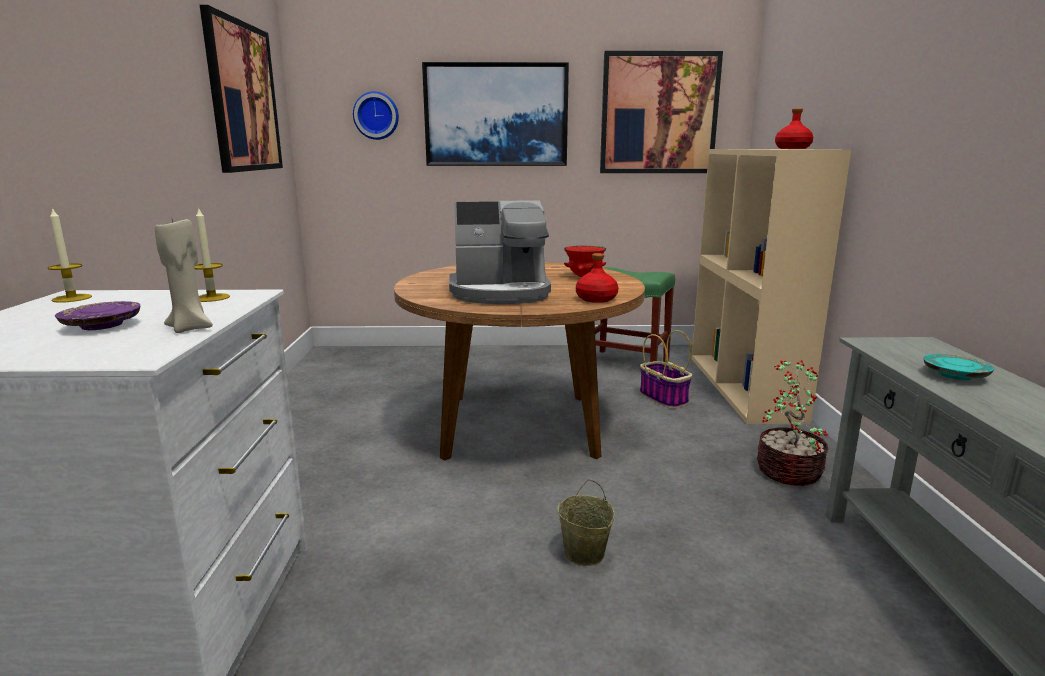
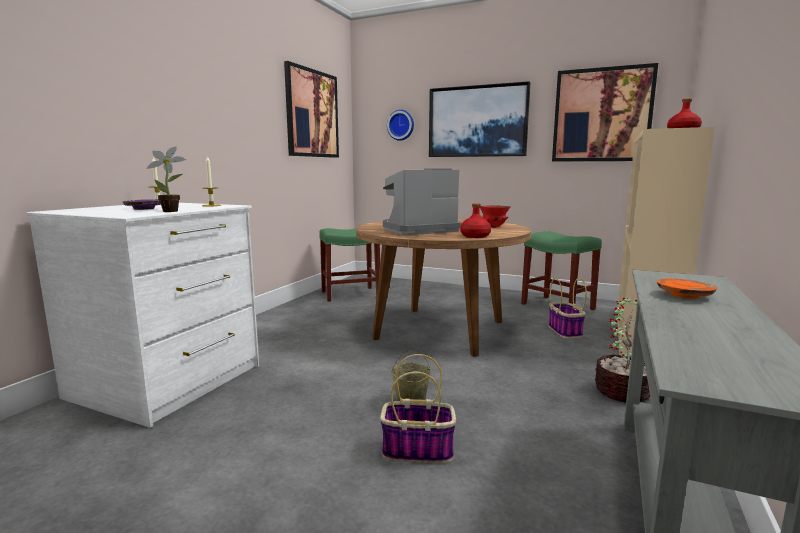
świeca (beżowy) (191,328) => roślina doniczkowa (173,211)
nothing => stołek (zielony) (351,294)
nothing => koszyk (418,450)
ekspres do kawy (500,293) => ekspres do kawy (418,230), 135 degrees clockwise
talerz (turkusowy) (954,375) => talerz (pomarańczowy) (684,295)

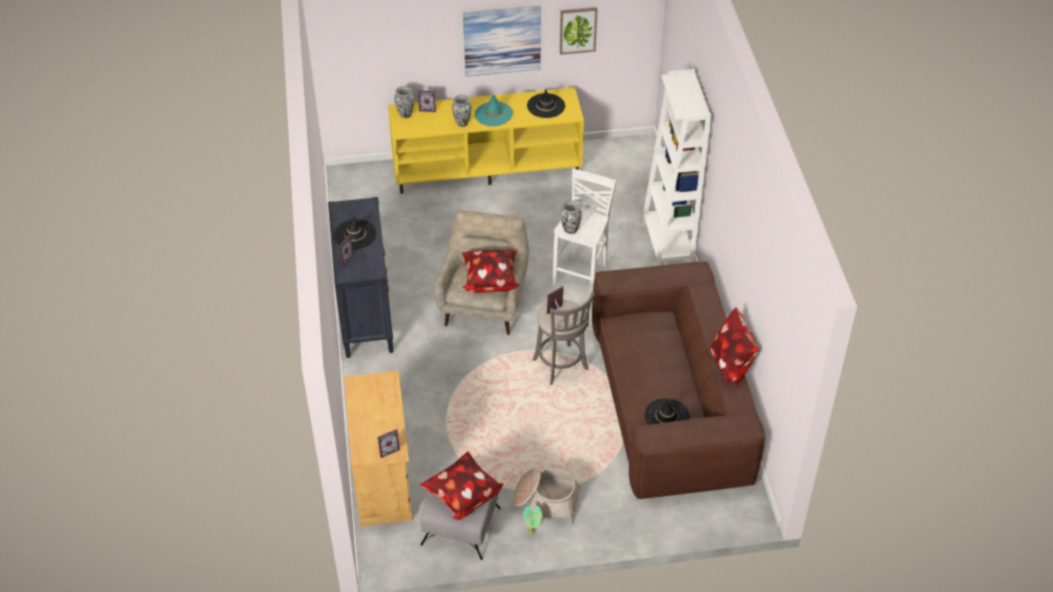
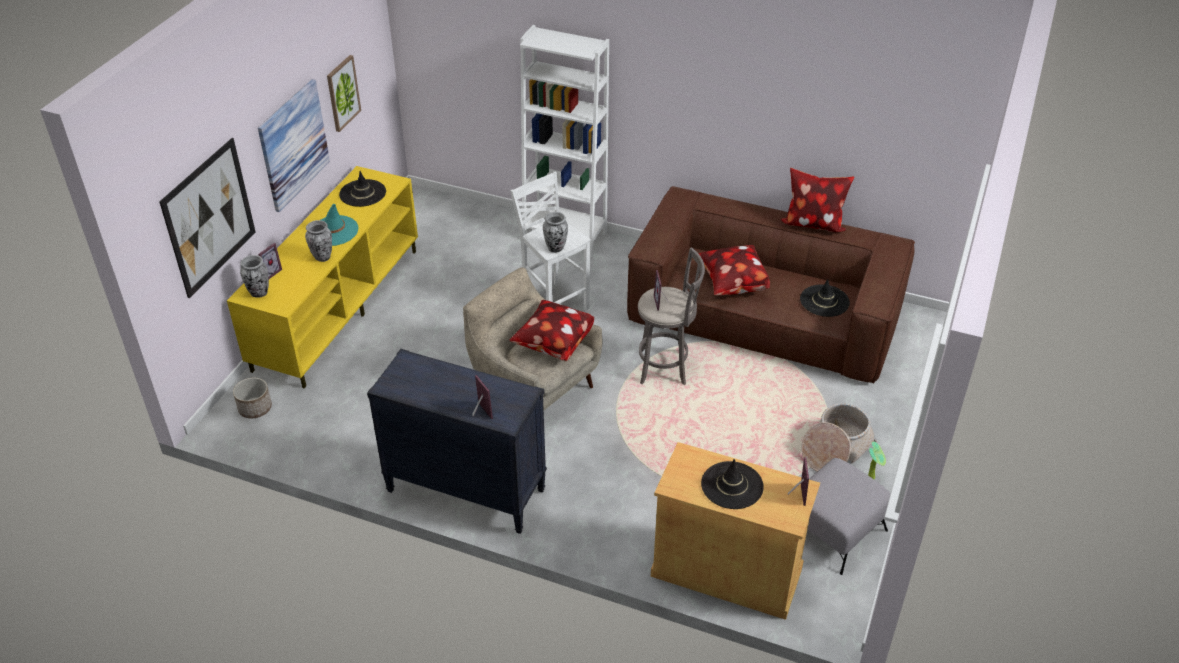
nothing => obraz (209,217)
nothing => donica (255,408)
poduszka (462,496) => poduszka (731,285), relocated
kapelusz (czarny) (354,235) => kapelusz (czarny) (732,485), relocated

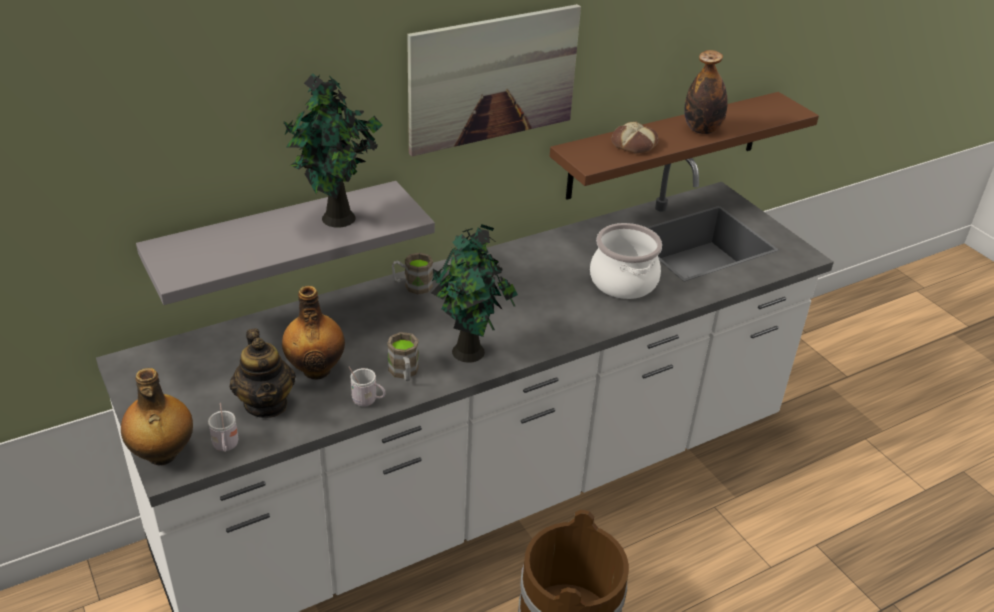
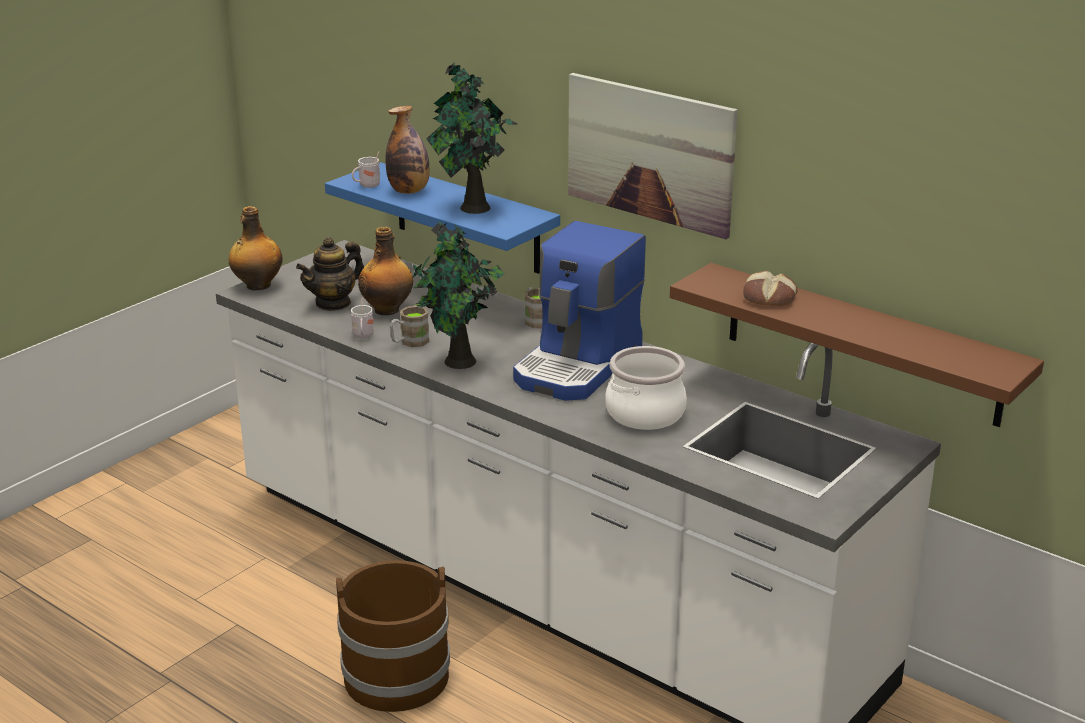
półka (szary) (276,241) => półka (niebieski) (467,218)
kubek (biały) (226,447) => kubek (biały) (367,186), relocated
butelka (702,129) => butelka (409,191), relocated
nothing => ekspres do kawy (579,365)

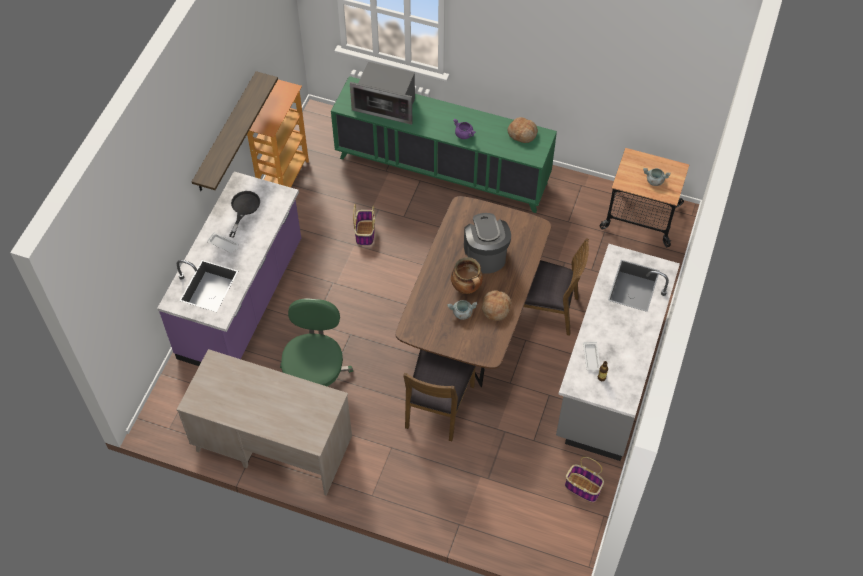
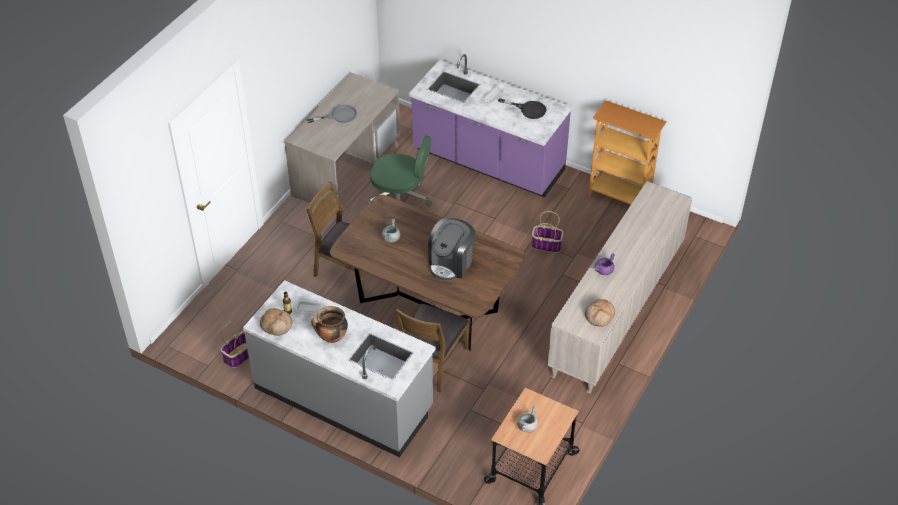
chleb (495,308) => chleb (276,325), relocated
nothing => patelnia (szary) (339,116)
garnek (467,288) => garnek (331,337), relocated
ekspres do kawy (485,254) => ekspres do kawy (451,263), 120 degrees clockwise
szafka (zielony) (442,170) => szafka (beżowy) (617,311)
półka (226,133) => nothing
mikrofalówka (387,105) => nothing

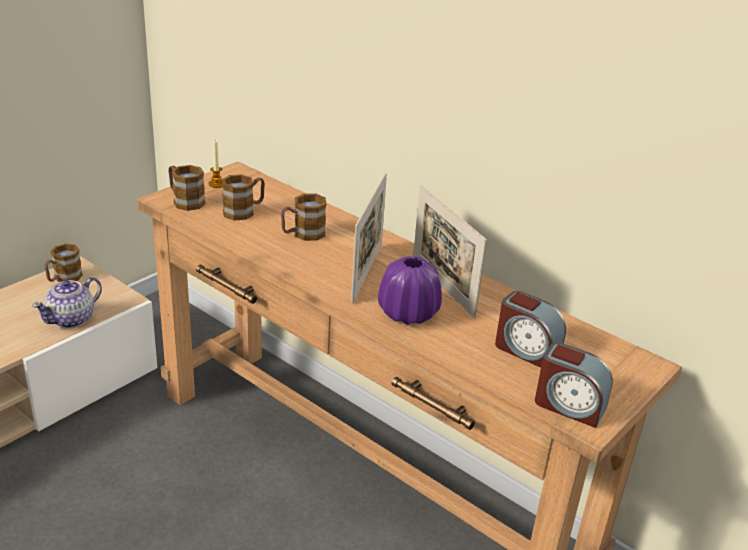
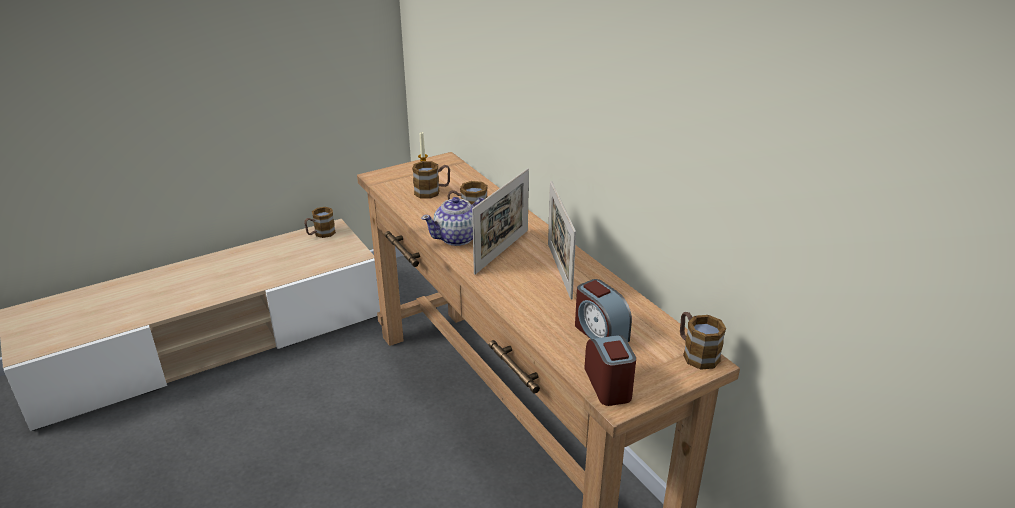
imbryk (72,319) => imbryk (458,238), relocated
budzik (569,406) => budzik (609,385), 150 degrees counterclockwise
kubek (185,201) => kubek (696,353), relocated
wazon (fioletowy) (408,313) => nothing

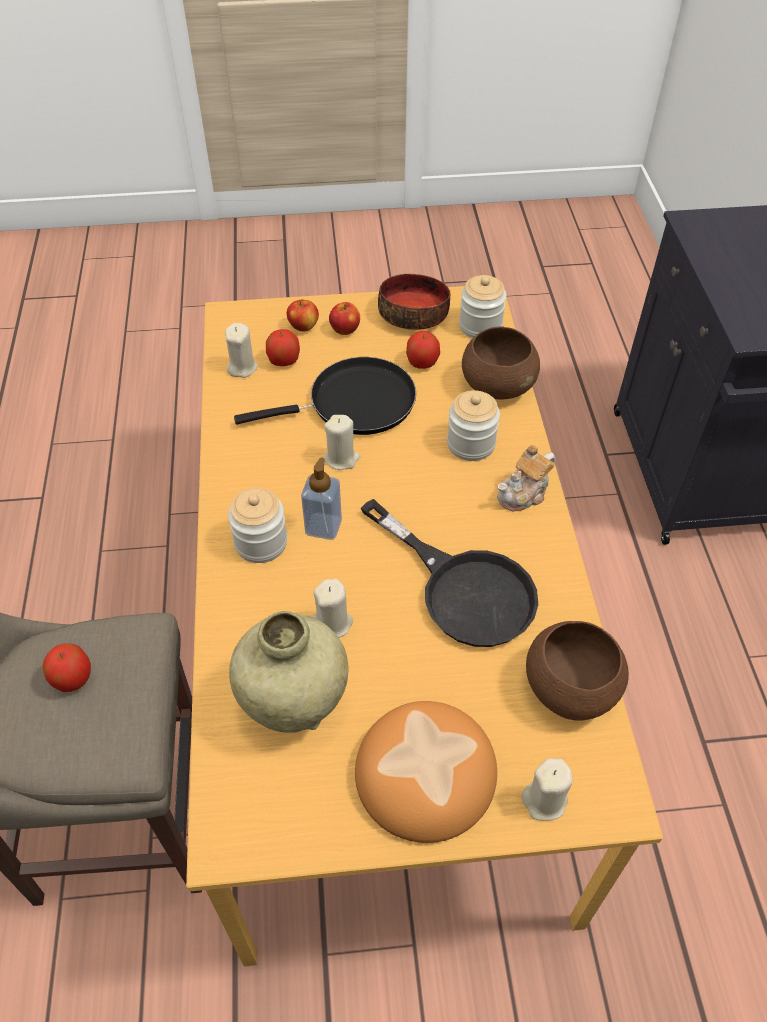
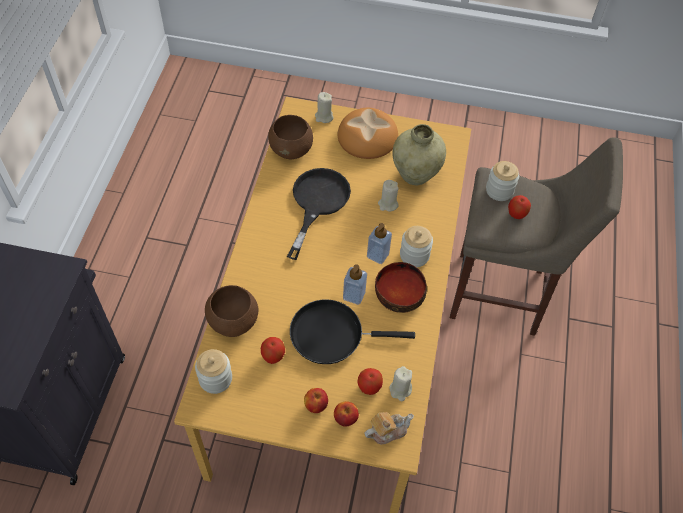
patelnia (czarny) (463,588) => patelnia (czarny) (317,203), 45 degrees clockwise
świeca (beżowy) (341,458) => dozownik mydła (354,295)
imbryk (524,493) => imbryk (387,431), relocated
miska (414,314) => miska (399,293), relocated
słoik (471,444) => słoik (499,190), relocated

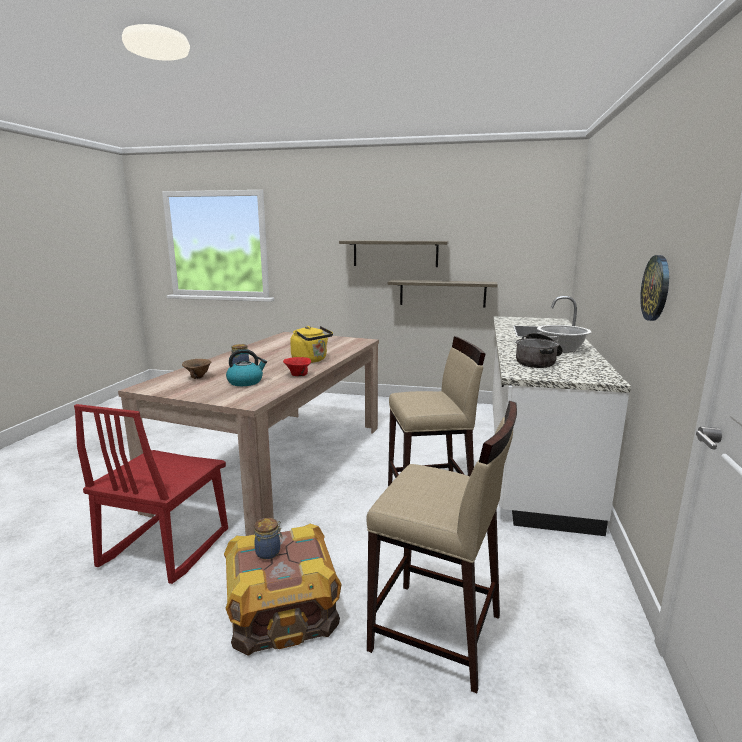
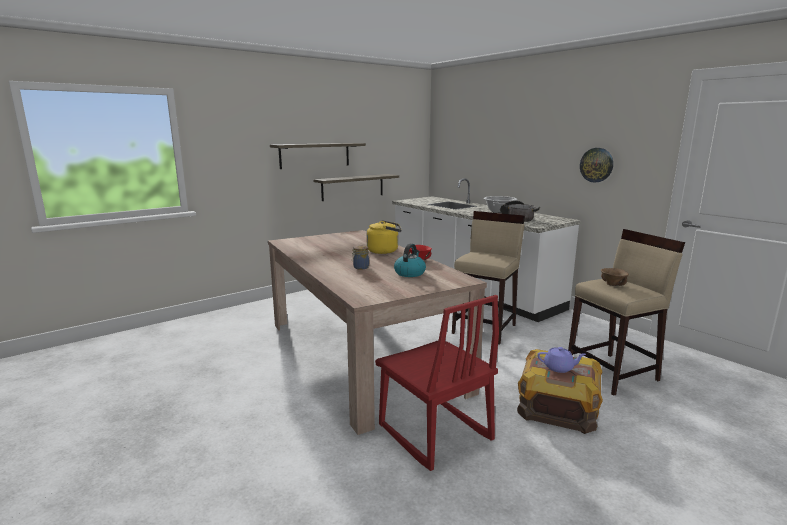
słoik (269,552) => imbryk (fioletowy) (559,368)
miska (brązowy) (198,377) => miska (brązowy) (612,284), relocated

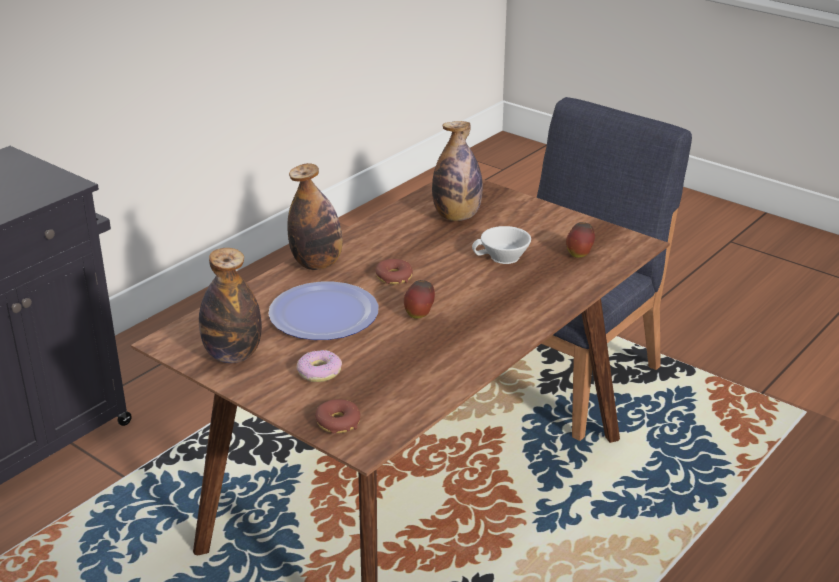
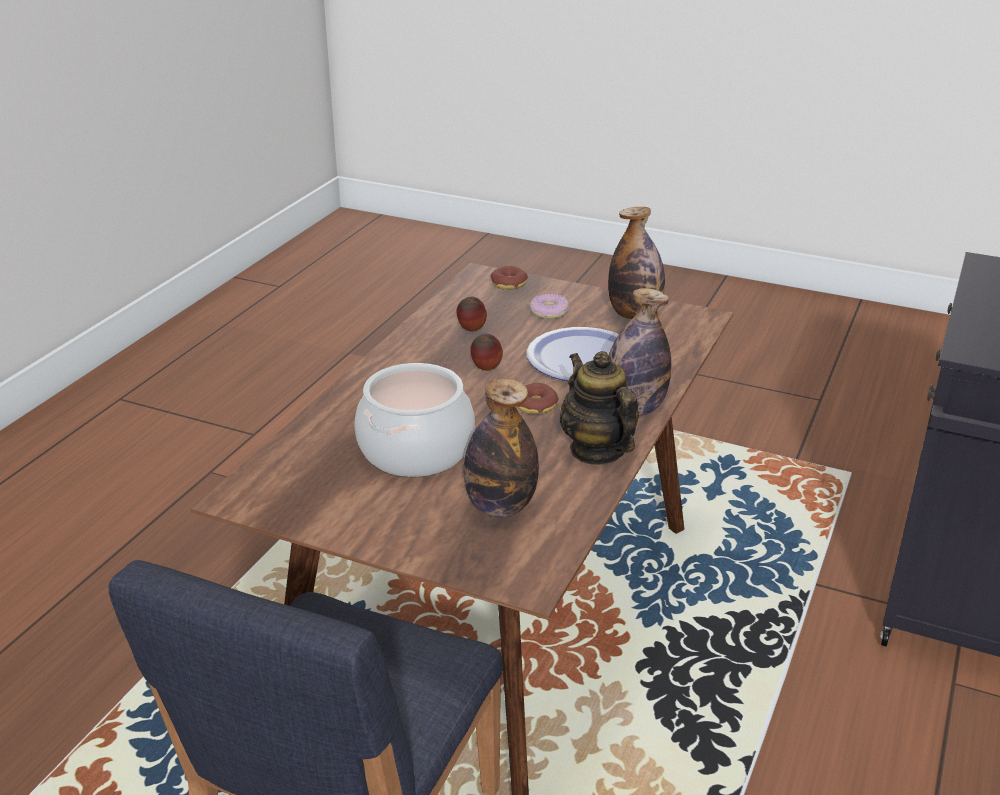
filiżanka (biały) (503,257) => garnek (416,449)
jabłko (579,255) => jabłko (471,331), relocated
nothing => imbryk (597,450)

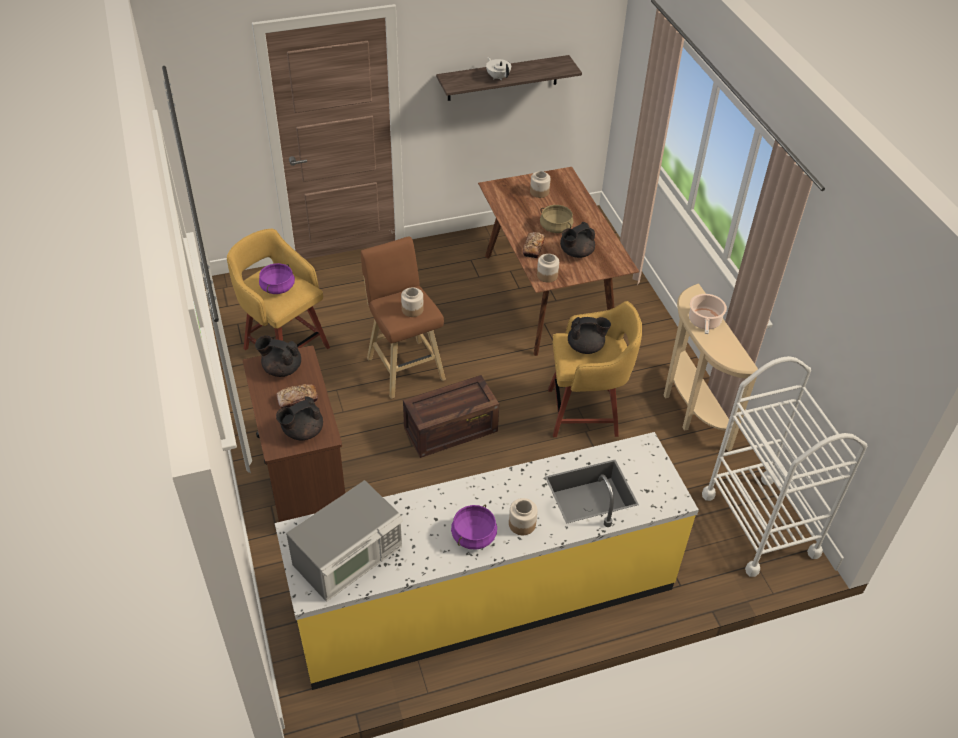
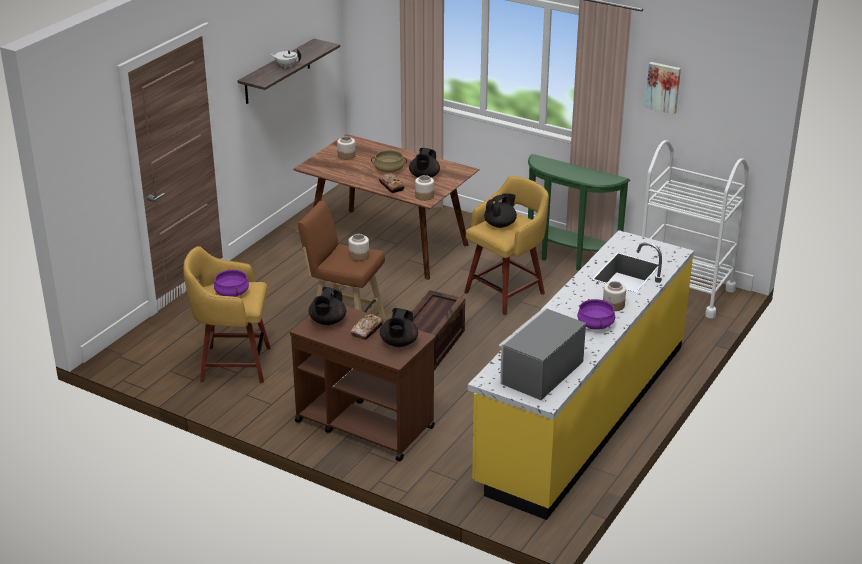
imbryk (czarny) (281,368) => imbryk (czarny) (327,321), 45 degrees counterclockwise
mikrofalówka (349,556) => mikrofalówka (540,372), 150 degrees counterclockwise
stolik konsolowy (beżowy) (690,410) => stolik konsolowy (zielony) (567,258)
nothing => obraz (663,87)
garnek (704,322) => nothing

